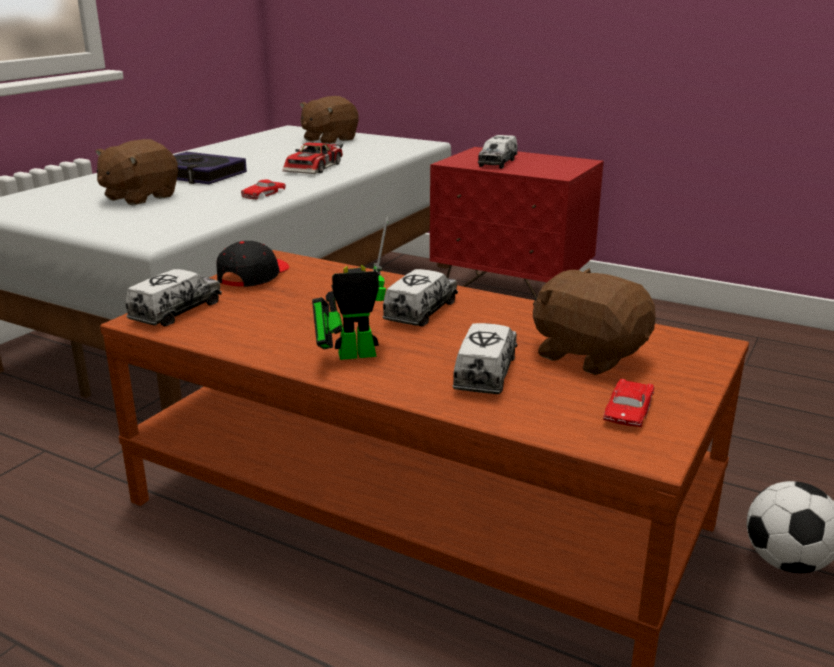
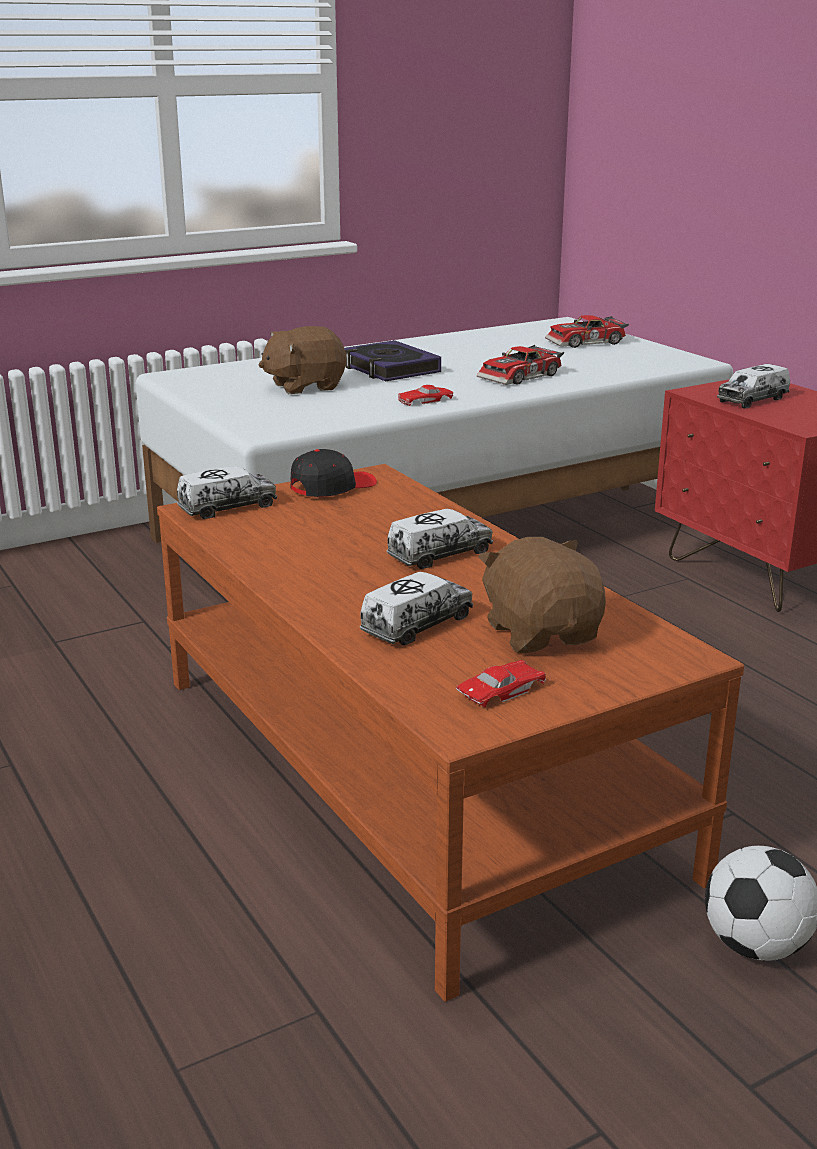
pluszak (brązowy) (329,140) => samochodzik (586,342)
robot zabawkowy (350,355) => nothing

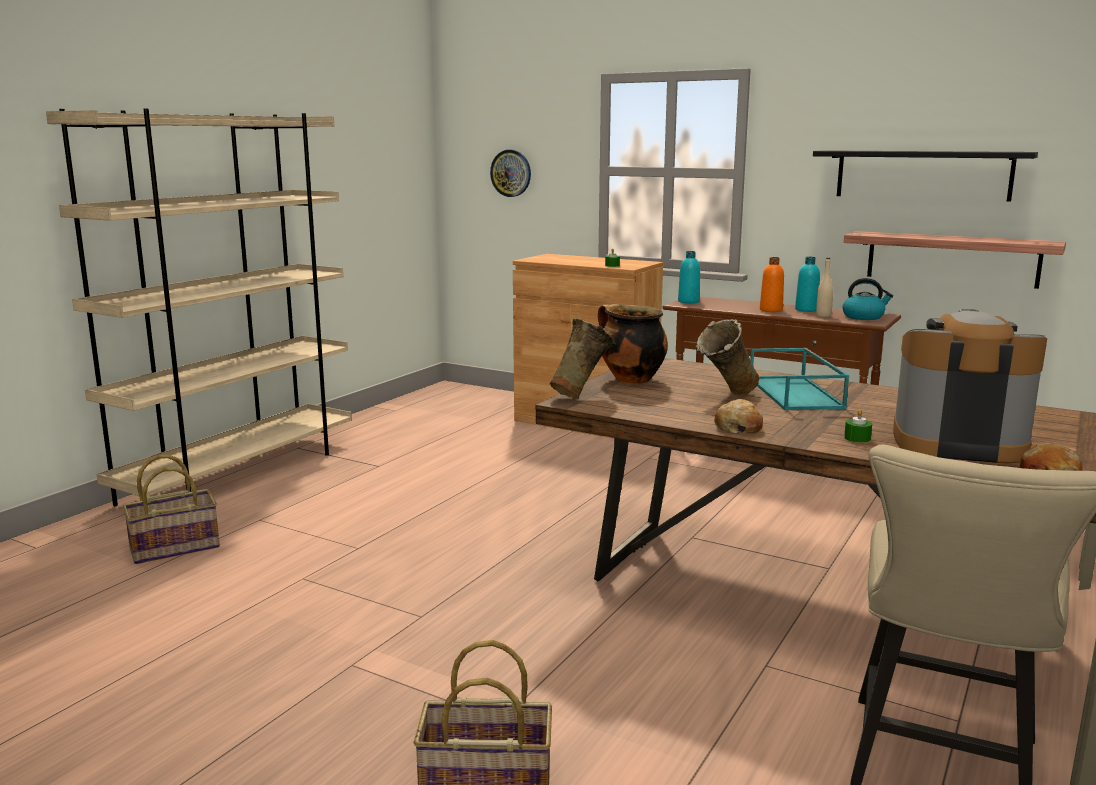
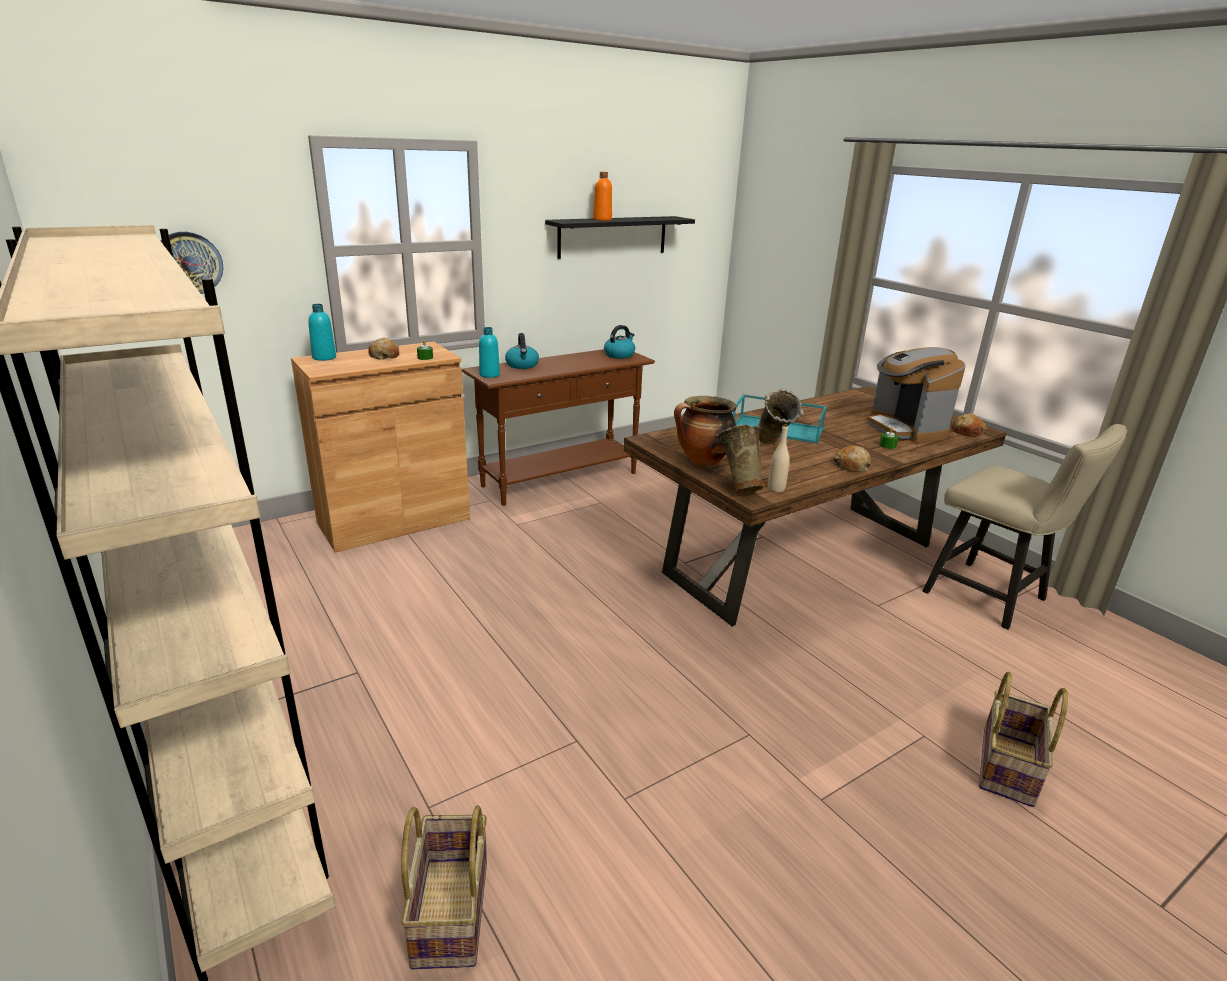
butelka (turkusowy) (806,309) => butelka (turkusowy) (324,357), relocated
nothing => chleb (384,355)
nothing => czajnik (522,365)
butelka (pomarańczowy) (771,310) => butelka (pomarańczowy) (602,219), relocated
butelka (beżowy) (823,315) => butelka (beżowy) (776,489), relocated
ekspres do kawy (957,443) => ekspres do kawy (905,429), 60 degrees counterclockwise
półka (952,259) => nothing

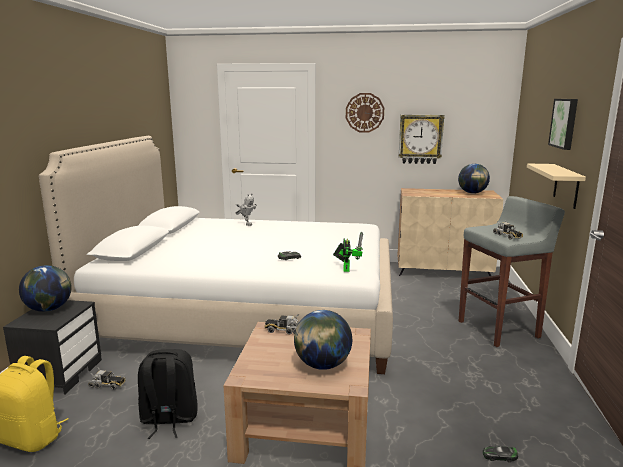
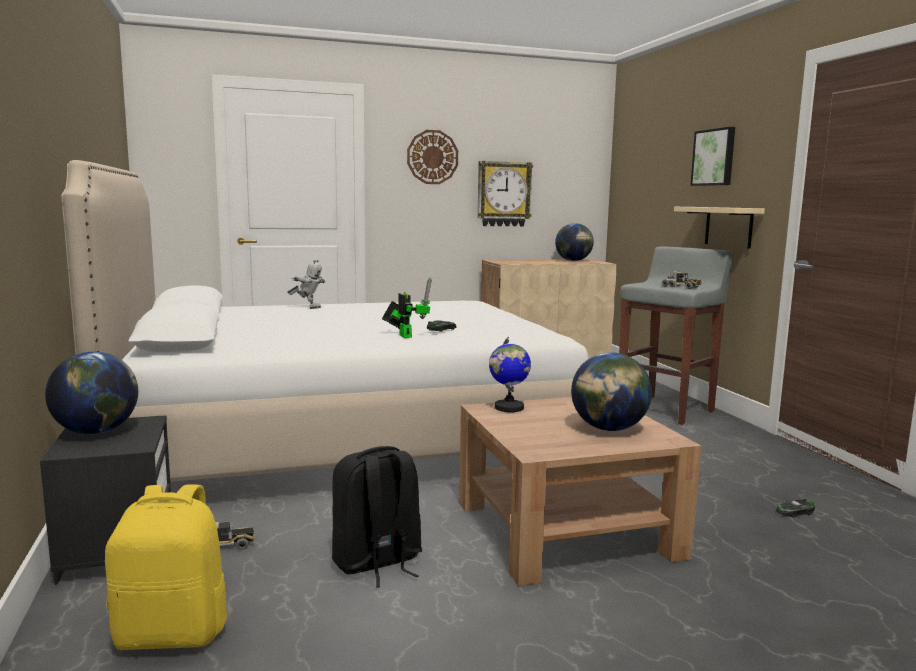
robot zabawkowy (346,268) => robot zabawkowy (404,335), relocated
ciężarówka zabawkowa (283,330) => globus (508,408)

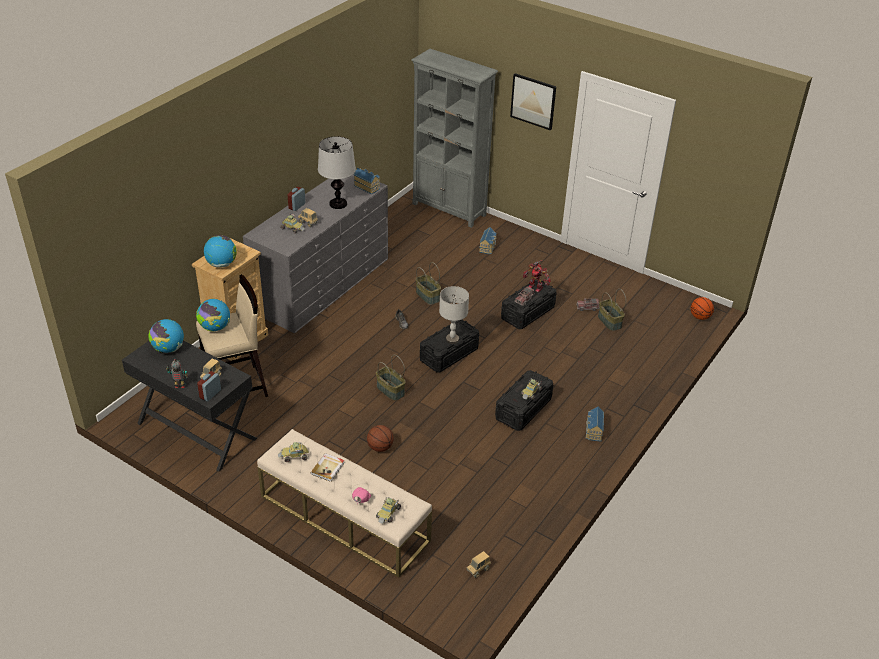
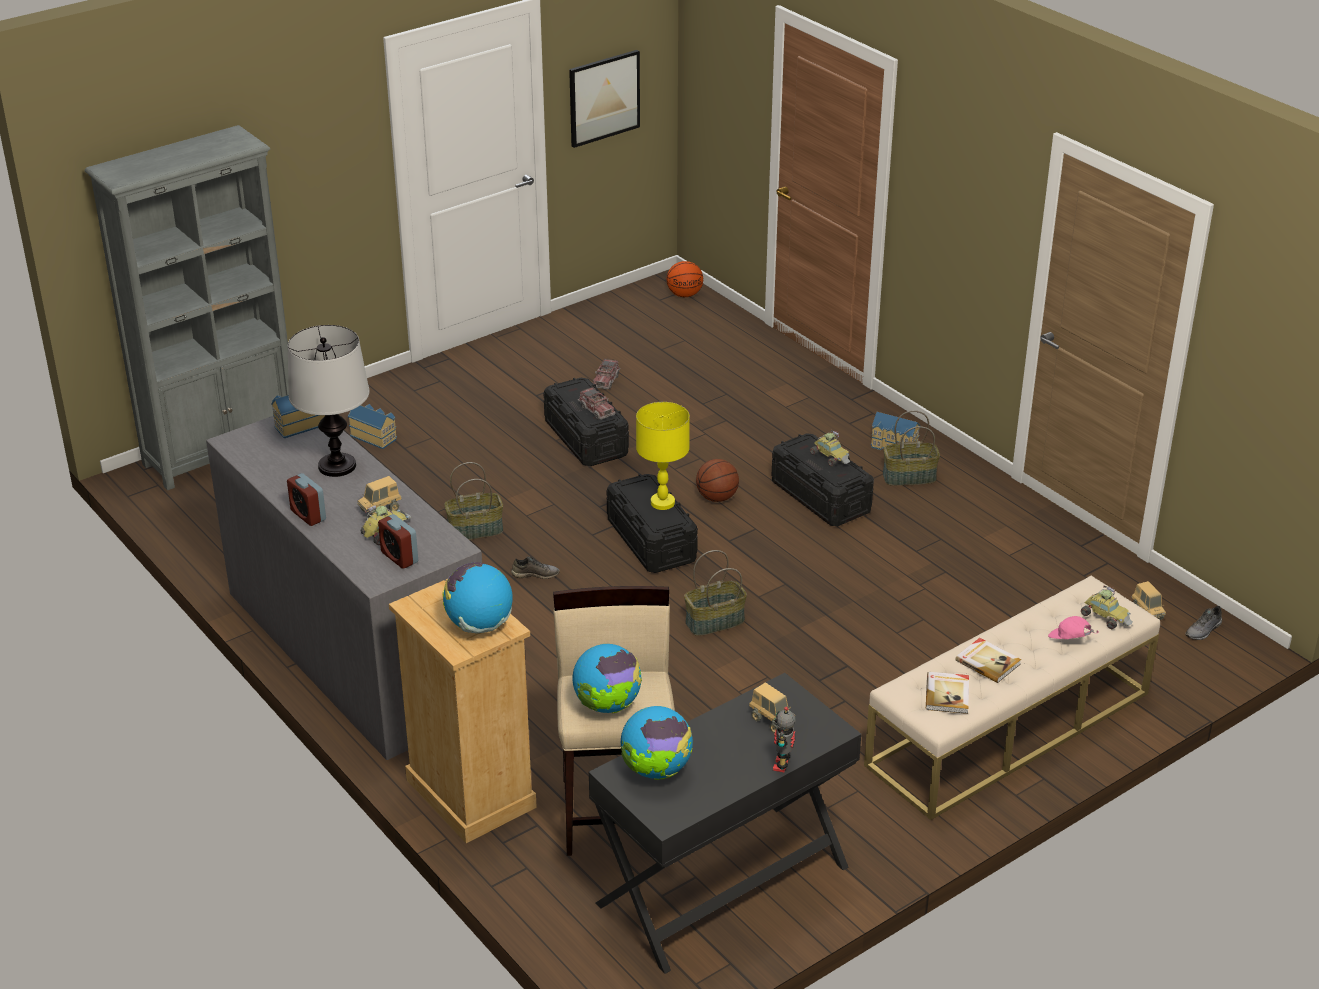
budzik (210,394) => budzik (399,557), relocated
obraz (533,101) => obraz (604,98), relocated
lampa stołowa (szary) (452,339) => lampa stołowa (żółty) (663,503)
piłka do koszykówki (380,447) => piłka do koszykówki (716,498), relocated
koszyk (609,321) => koszyk (909,477), relocated
samochodzik (294,456) => książka (948,694)
nothing => but (szary) (1204,631)
robot zabawkowy (535,287) => nothing

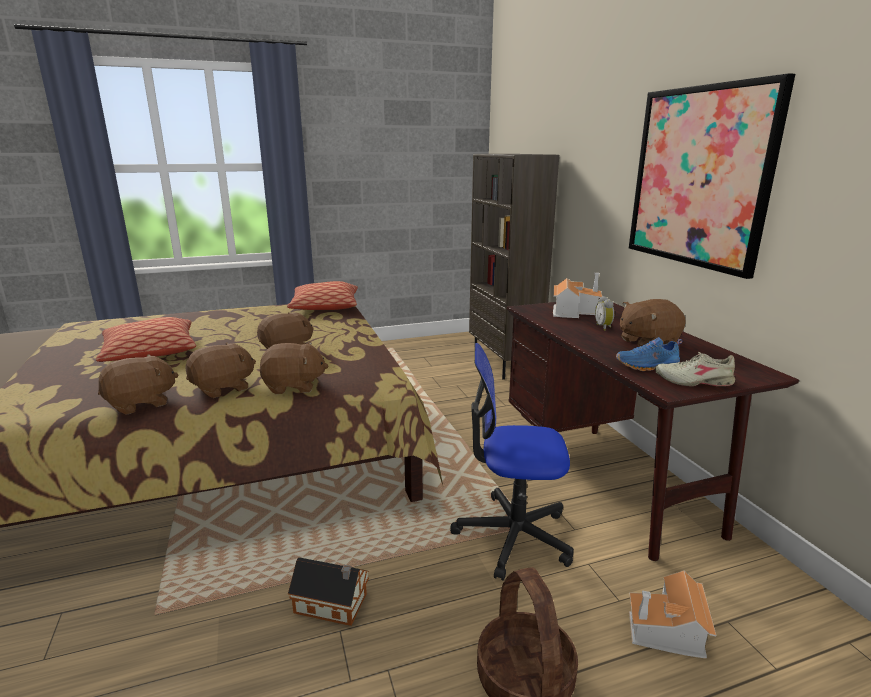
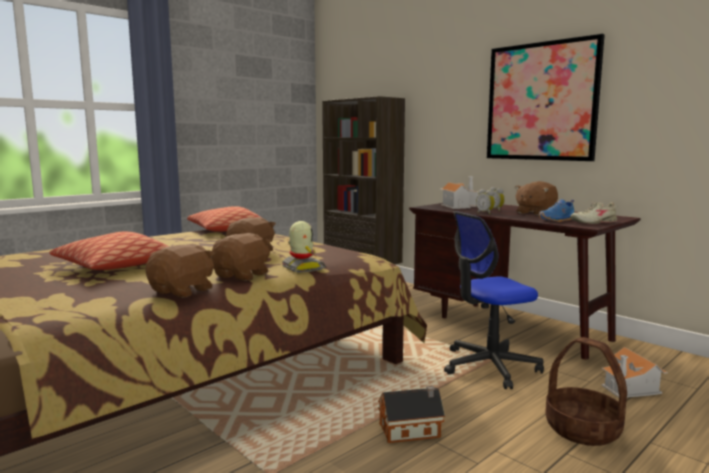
pluszak (brązowy) (294,386) => robot zabawkowy (302,268)
nothing => budzik (485,213)

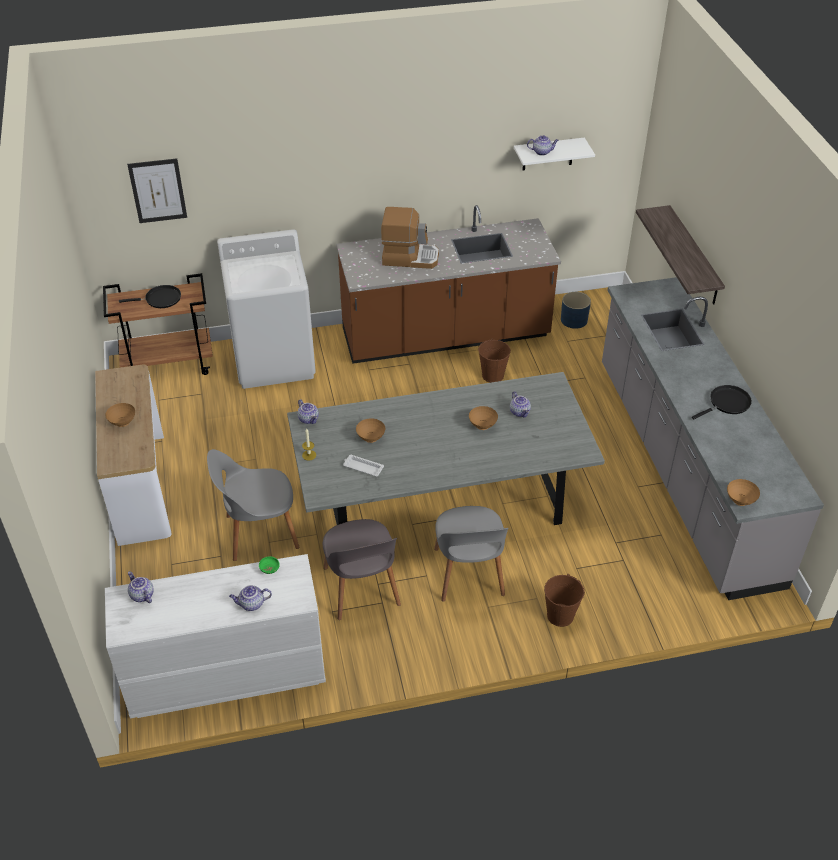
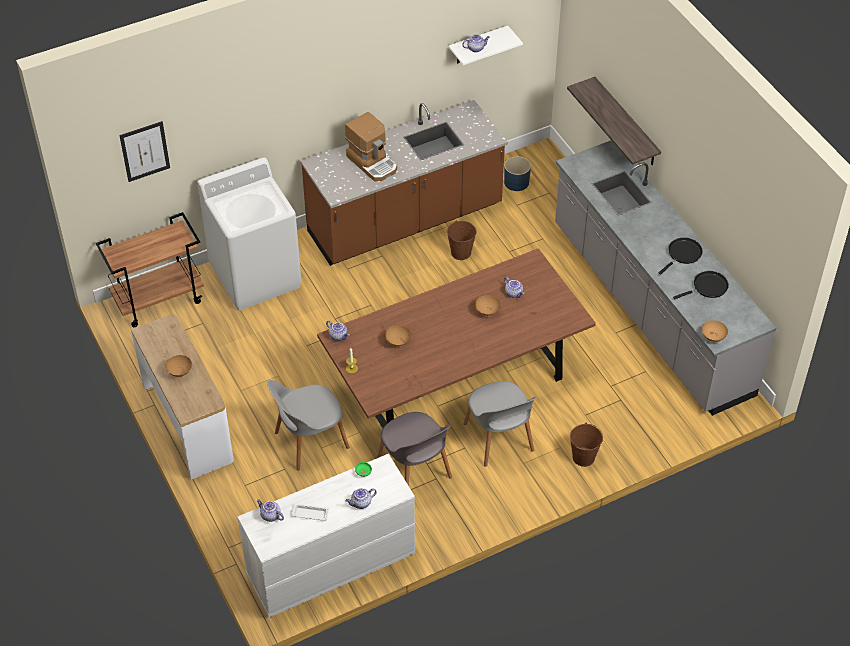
taca (biały) (362,467) => taca (biały) (309,513), relocated
stół jadalny (szary) (441,503) => stół jadalny (brązowy) (455,382)
ekspres do kawy (410,257) => ekspres do kawy (373,162), 60 degrees clockwise
patelnia (czarny) (160,299) => patelnia (czarny) (707,287), relocated

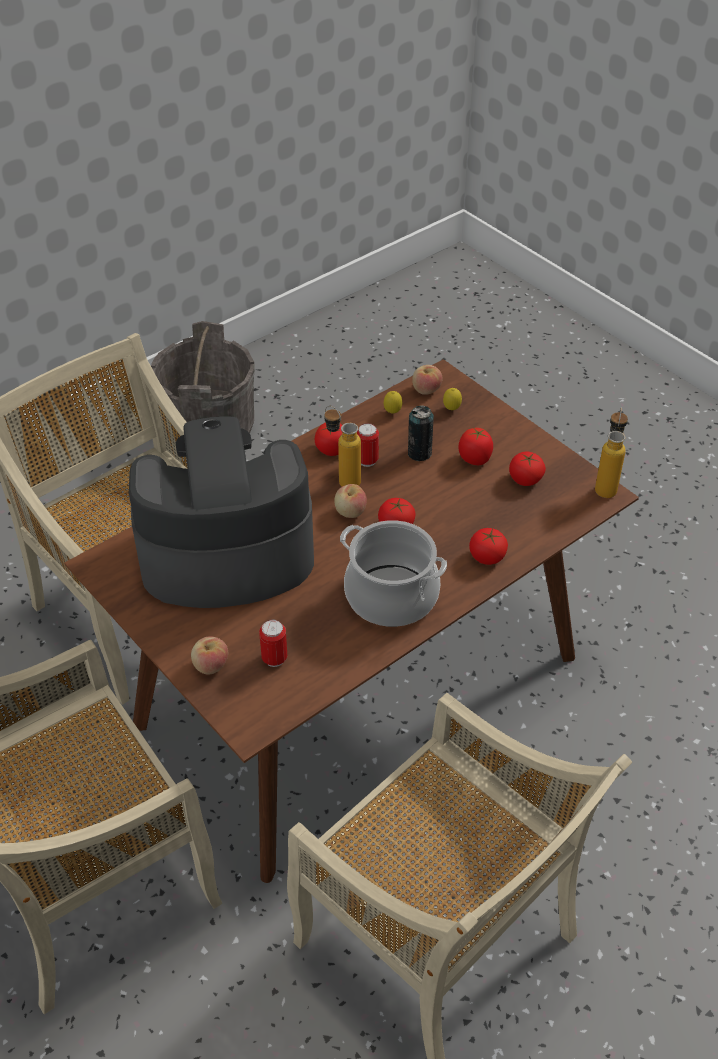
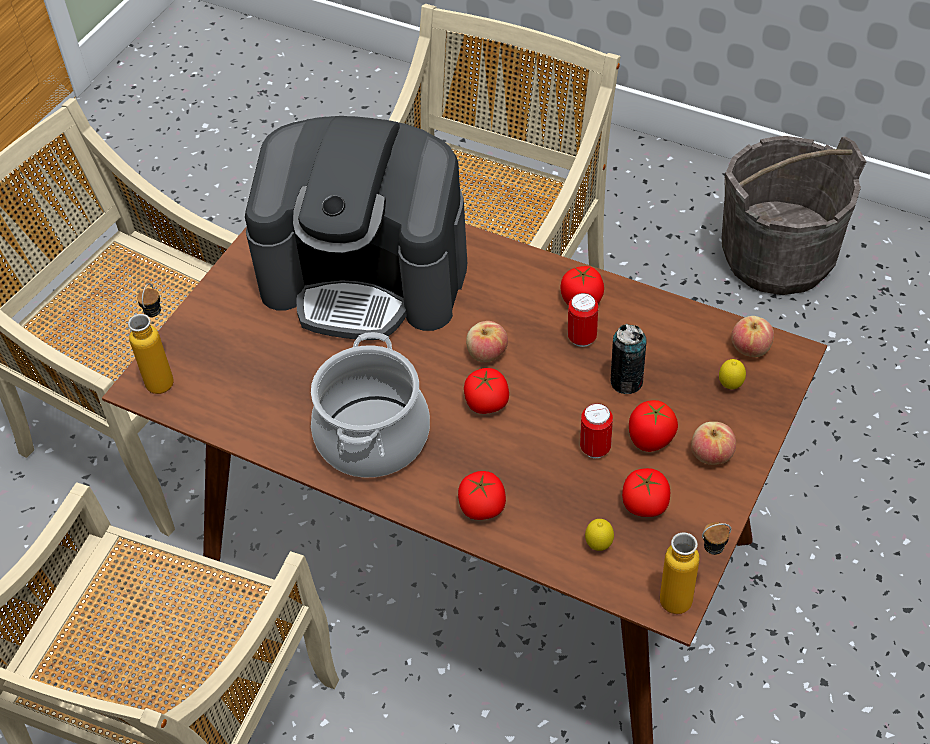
butelka (342,479) => butelka (164,375), relocated
ekspres do kawy (225,554) => ekspres do kawy (367,275), 135 degrees clockwise
puszka (274,658) => puszka (595,448), relocated
cytryna (392,412) => cytryna (598,546), relocated
jabłko (210,666) => jabłko (711,455), relocated

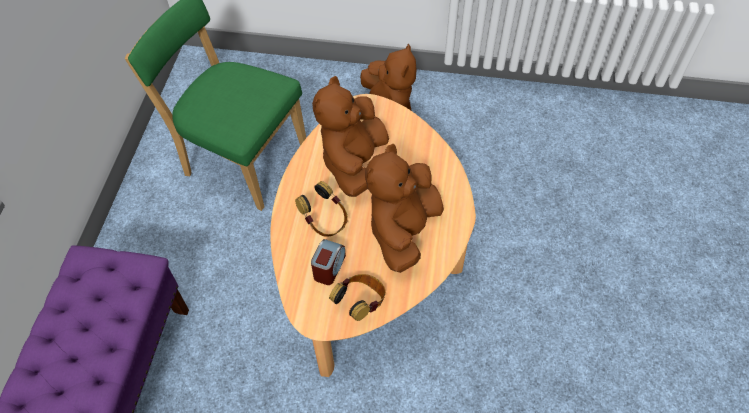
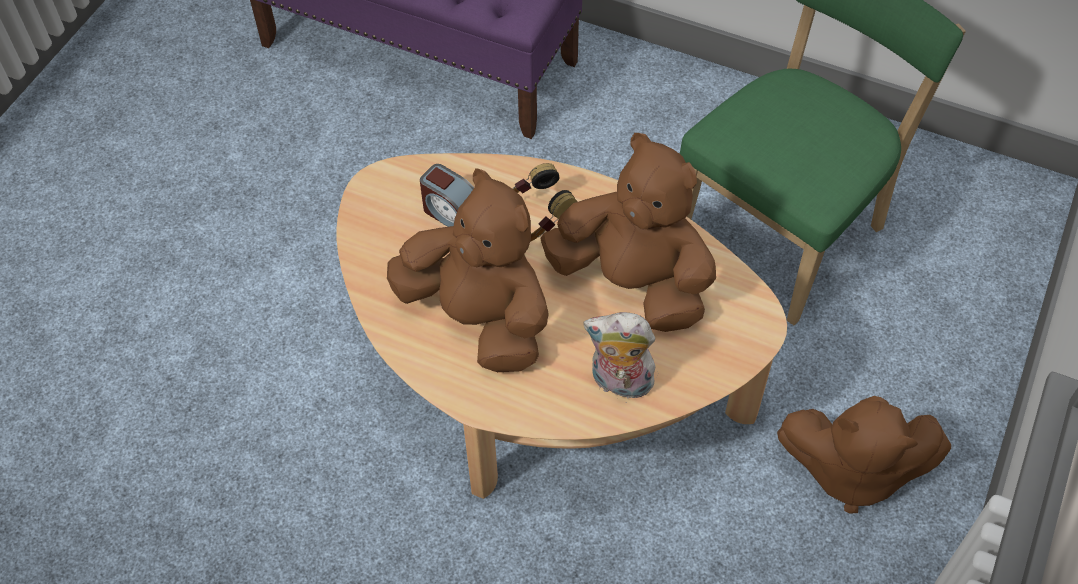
nothing => pluszak (619,383)
słuchawki (361,302) => nothing

